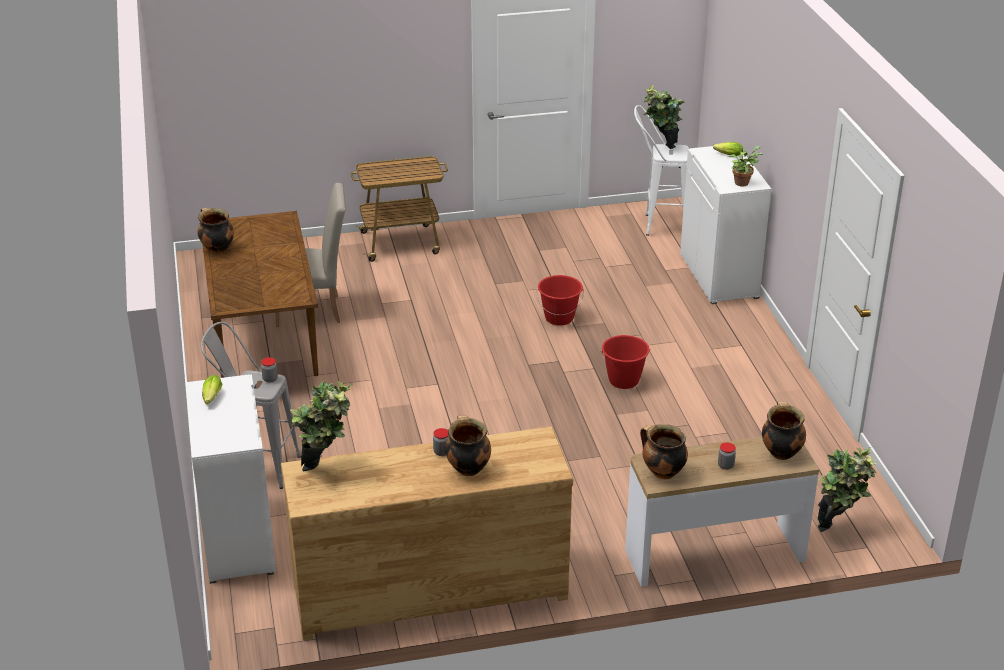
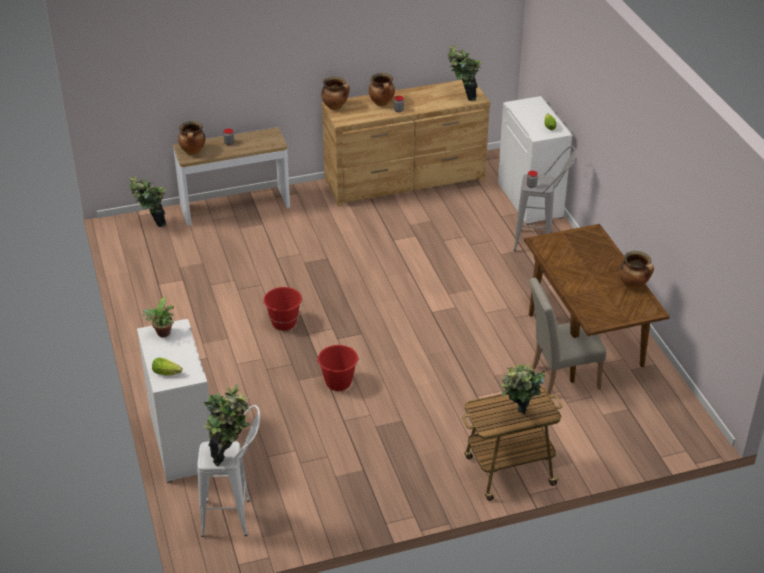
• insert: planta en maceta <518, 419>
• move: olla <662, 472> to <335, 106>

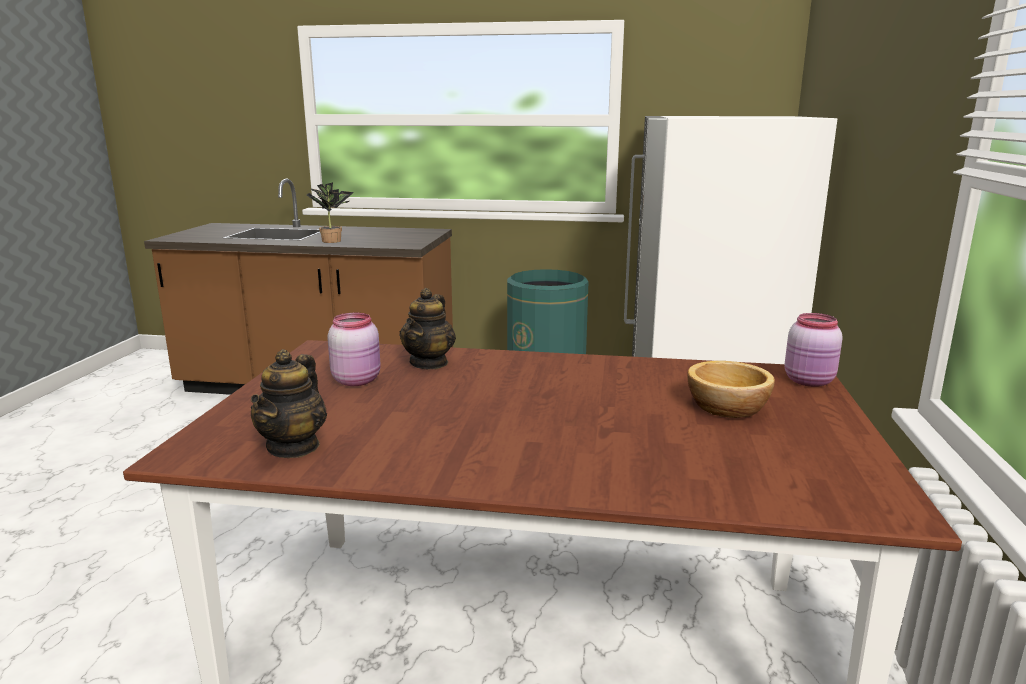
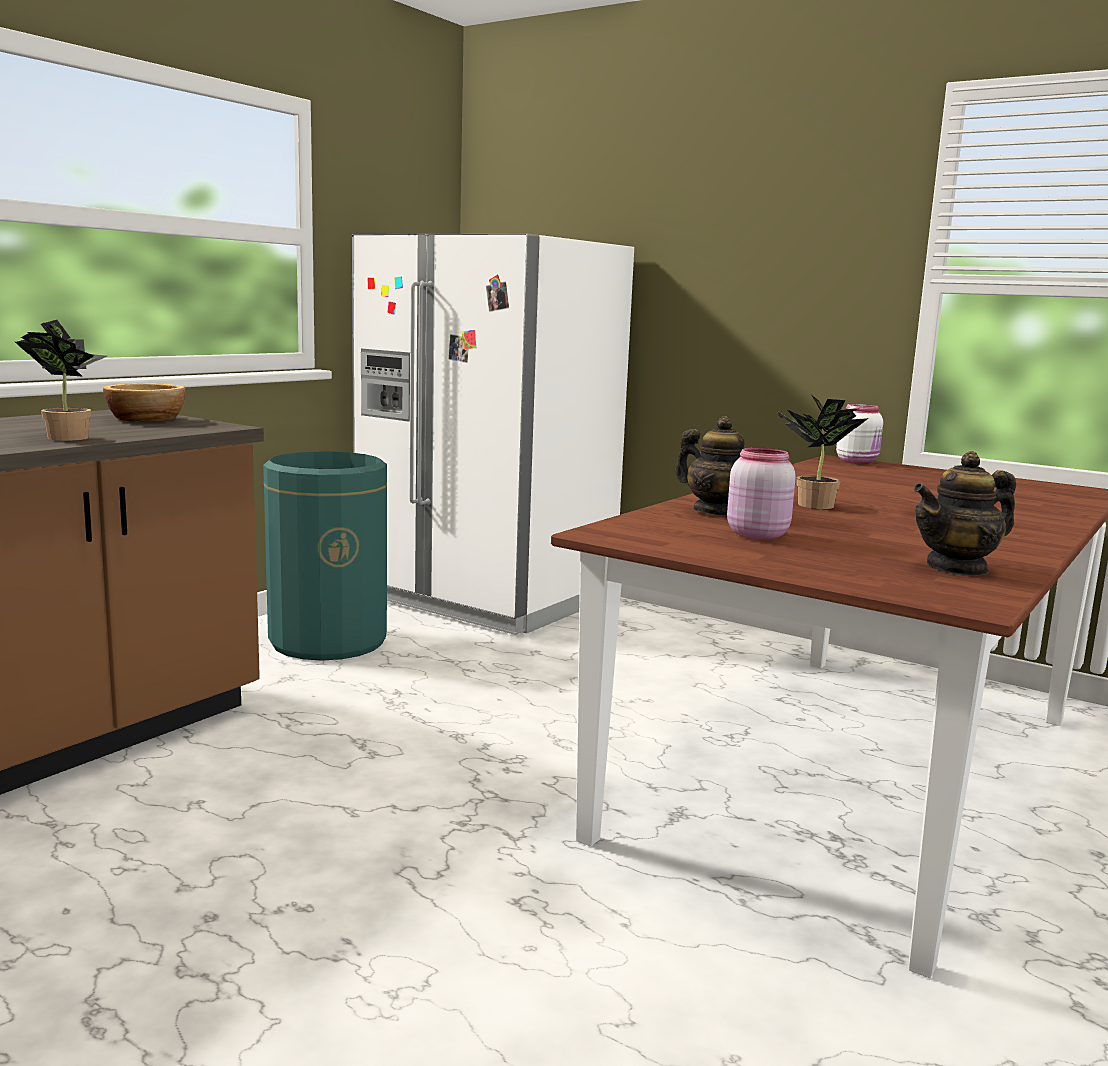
• insert: planta en maceta <810, 505>
• move: cuenco <729, 407> to <147, 419>
• recolor: tarro [rosa] <810, 381> to tarro [blanco] <858, 462>
• rotate: tetera <293, 446> = <957, 568> 120 degrees clockwise

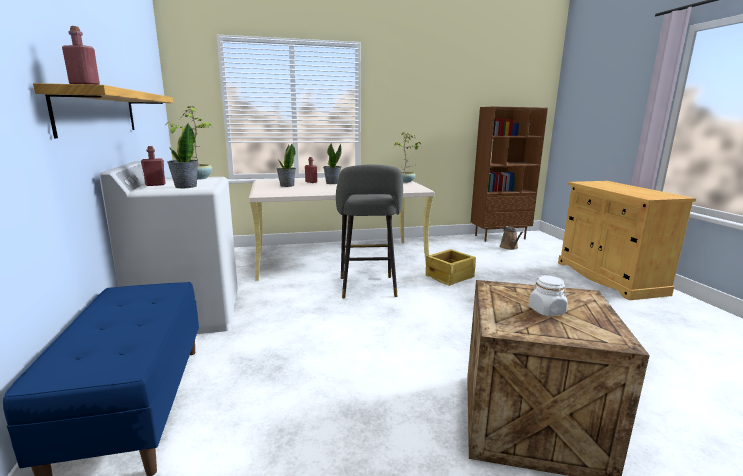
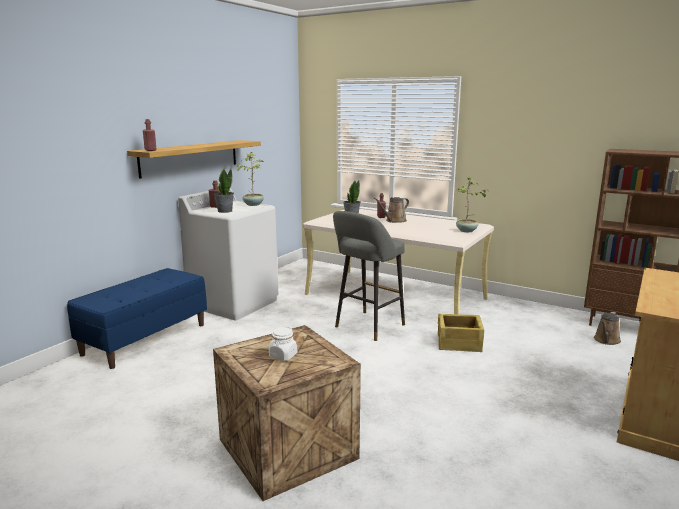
• replace: planta en maceta <332, 183> to regadera [marrón] <394, 221>

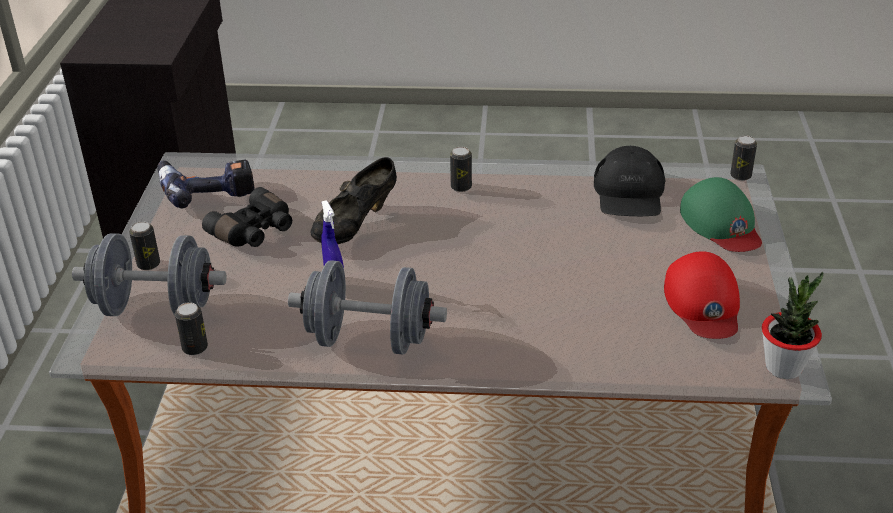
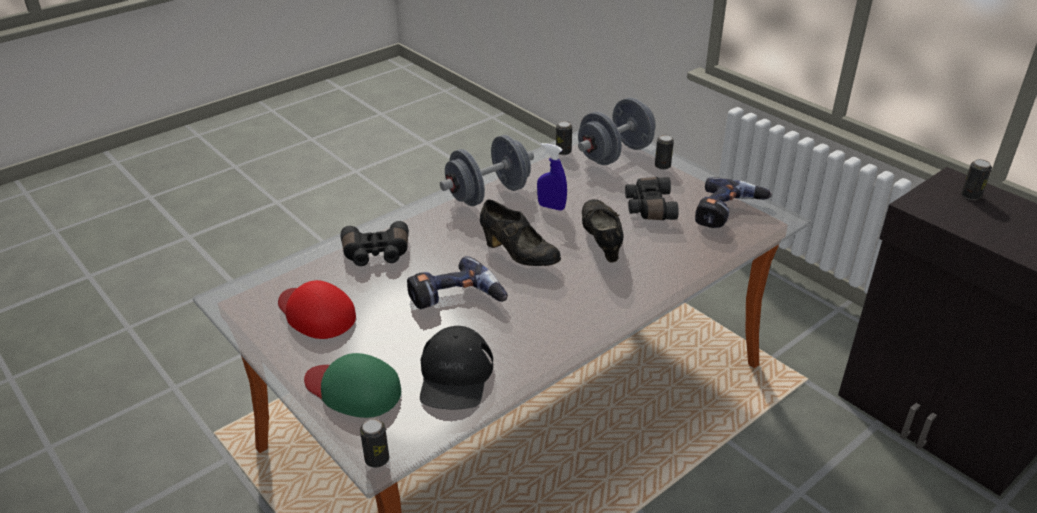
• delete: planta en maceta <784, 367>
• insert: prismáticos [negro] <376, 254>
• insert: taladro <457, 300>
• insert: zapato [negro] <519, 255>
• move: lata <461, 187> to <971, 196>
• rotate: gorra [negro] <629, 193> = <455, 376> 135 degrees counterclockwise

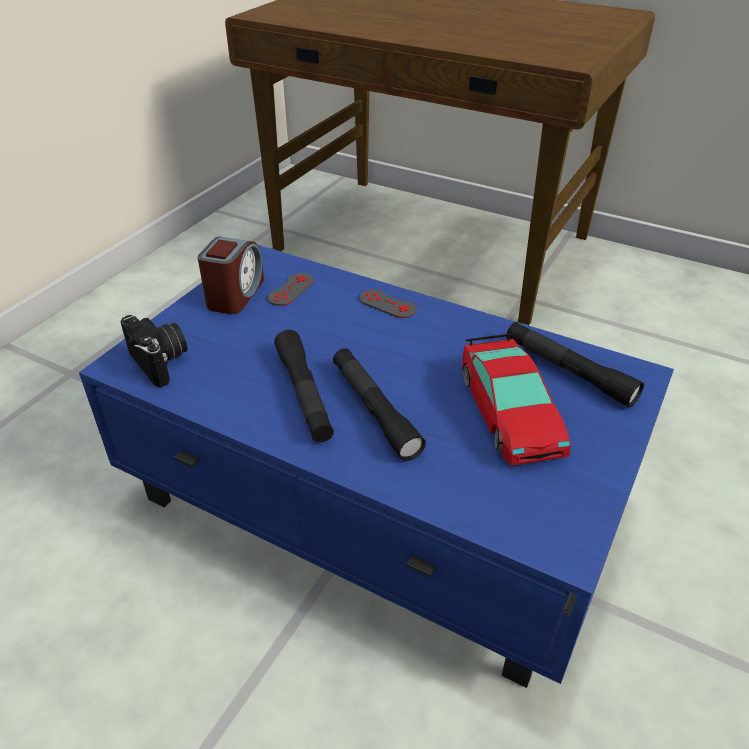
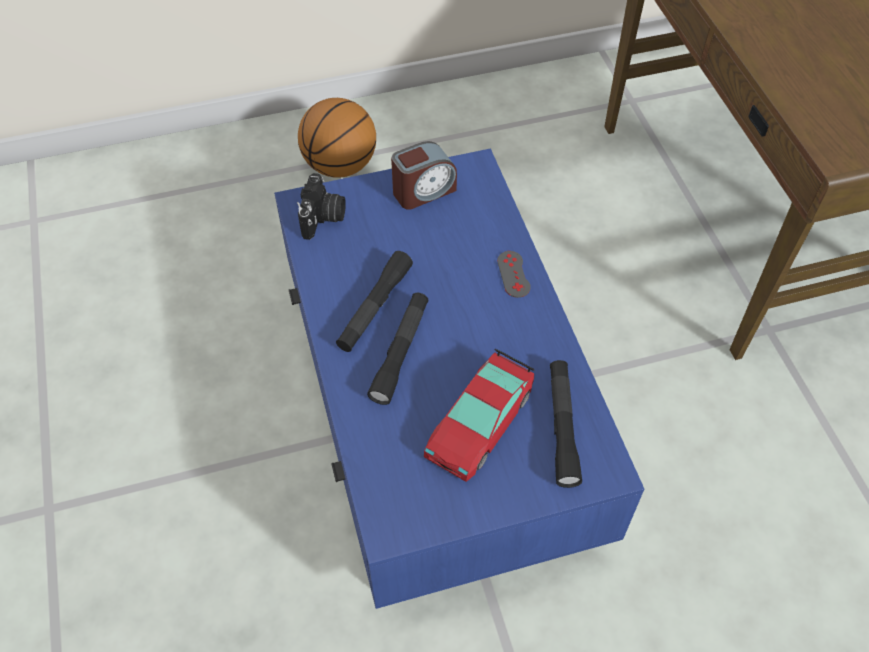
• delete: mando de consola [gris] <291, 289>
• insert: balón de baloncesto <340, 165>

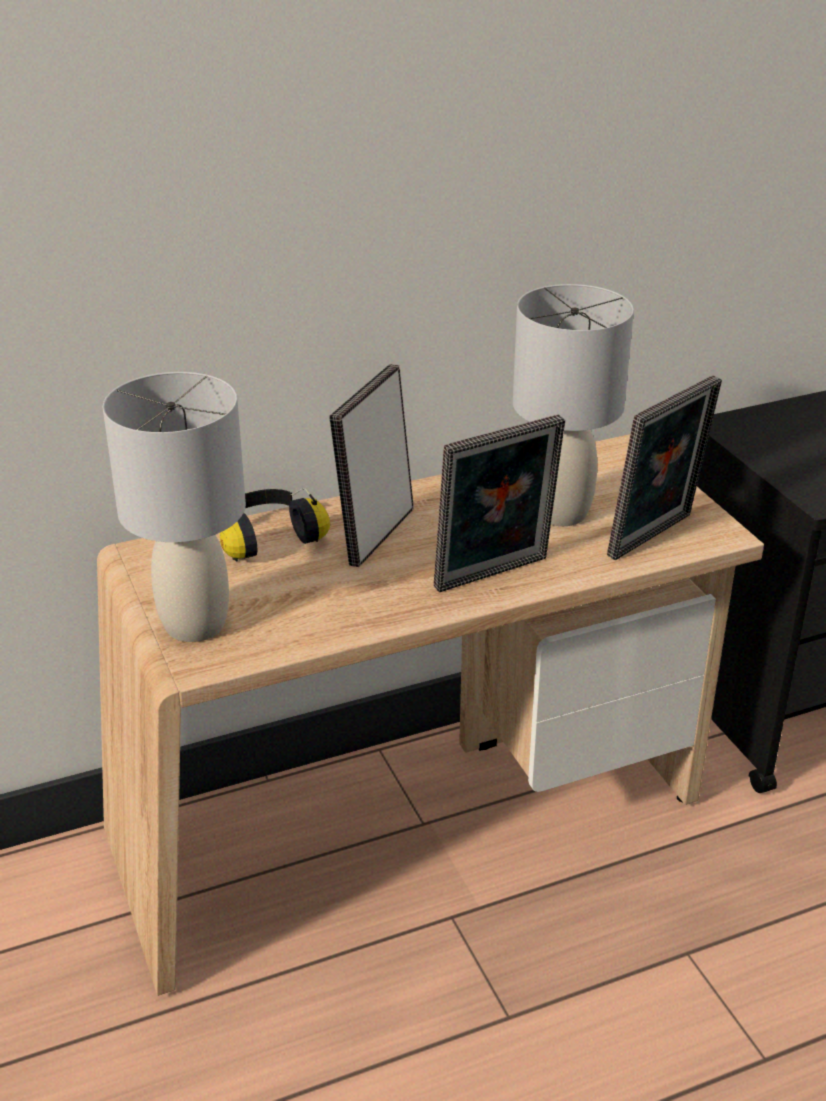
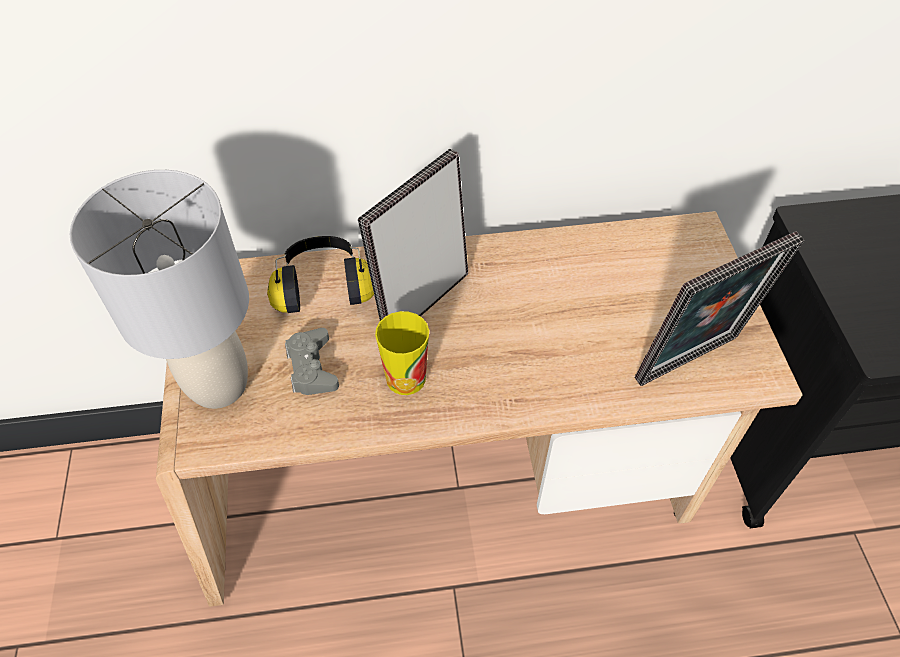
• delete: portarretratos <495, 576>
• delete: lámpara de mesa [gris] <560, 513>
• insert: mando de consola [gris] <312, 367>
• insert: taza <406, 378>

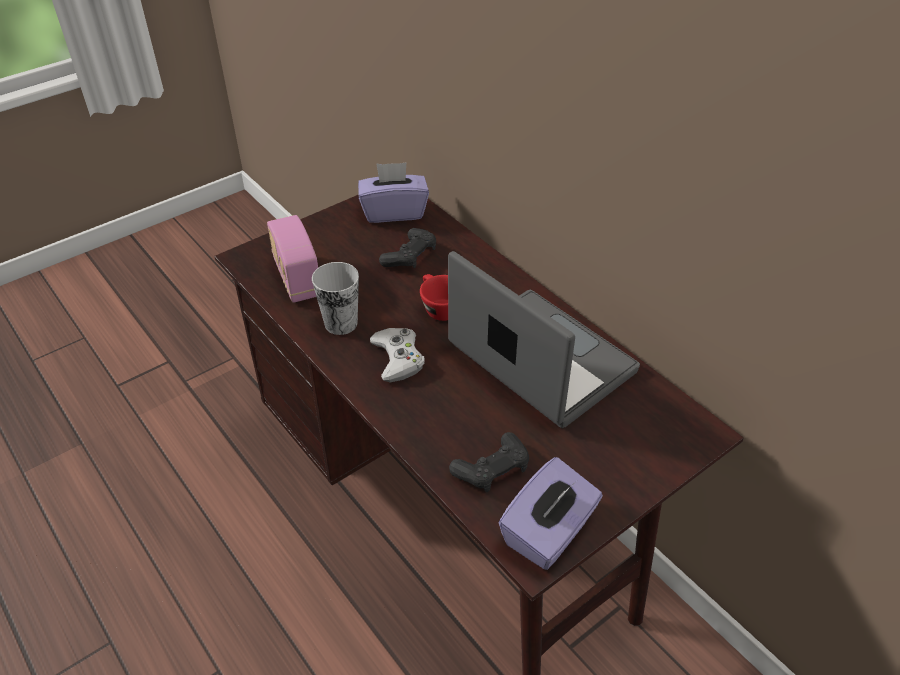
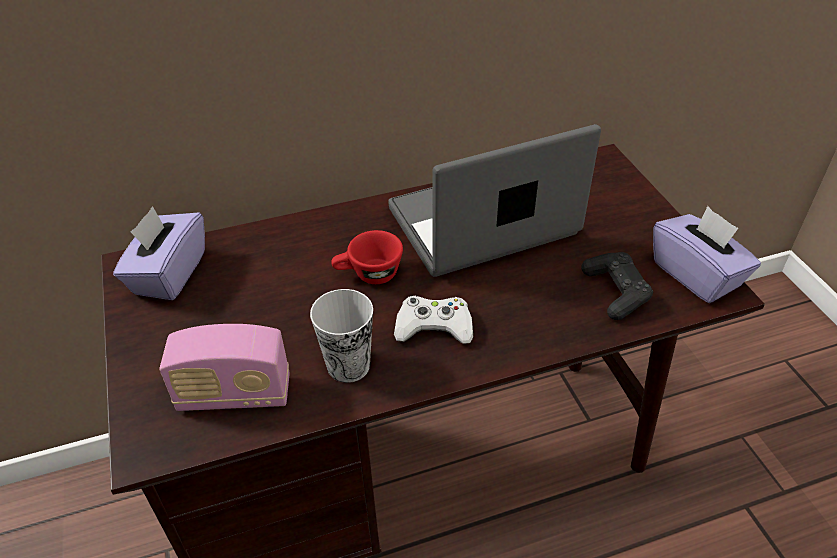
• delete: mando de consola [negro] <410, 256>

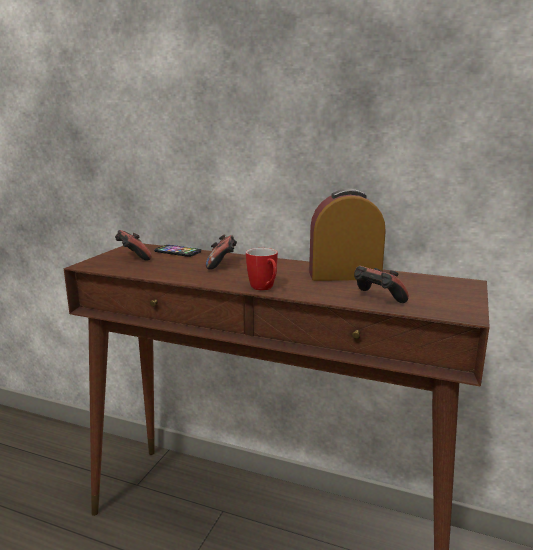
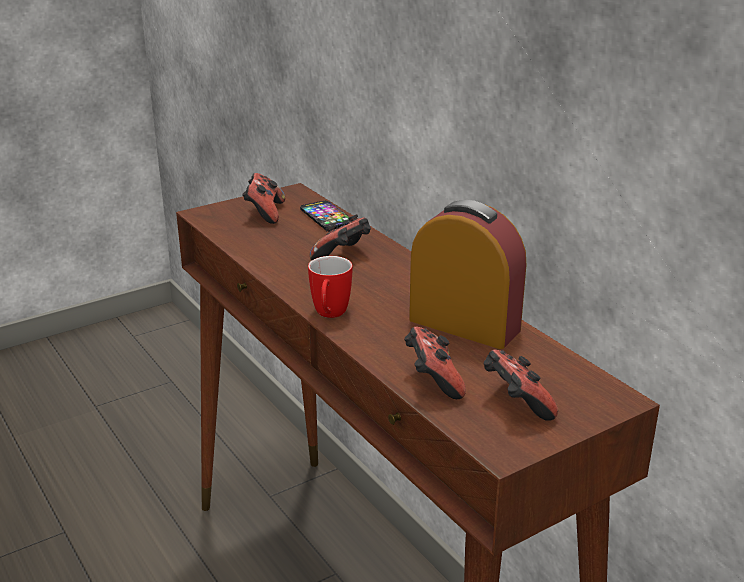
• insert: mando de consola <515, 404>

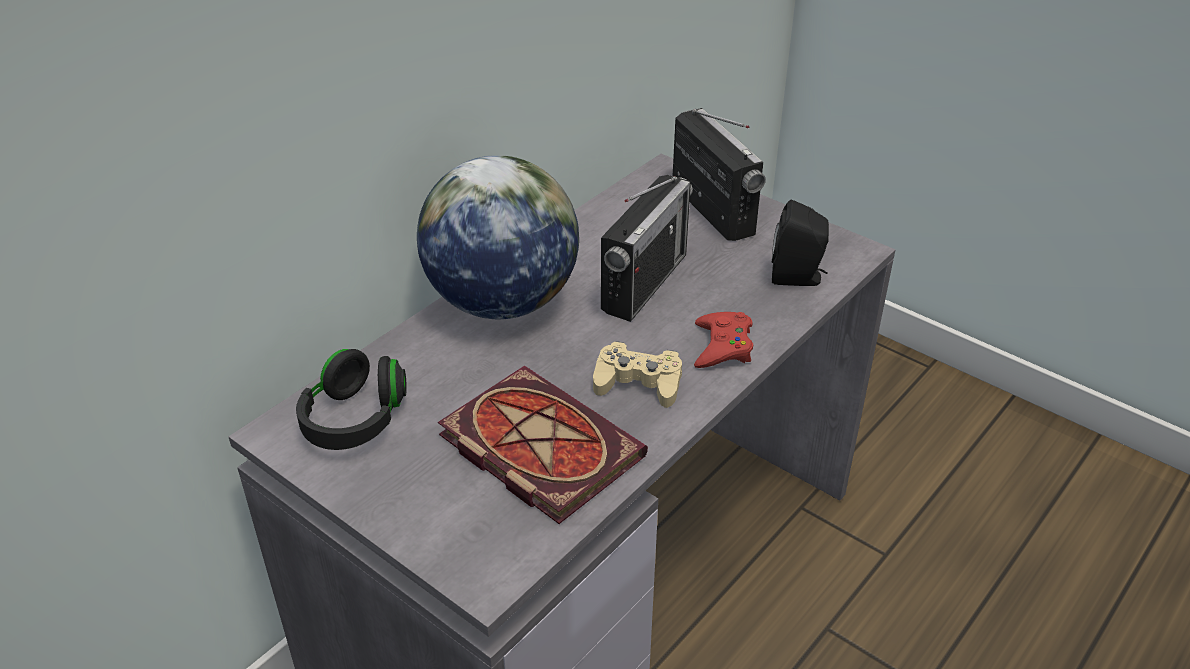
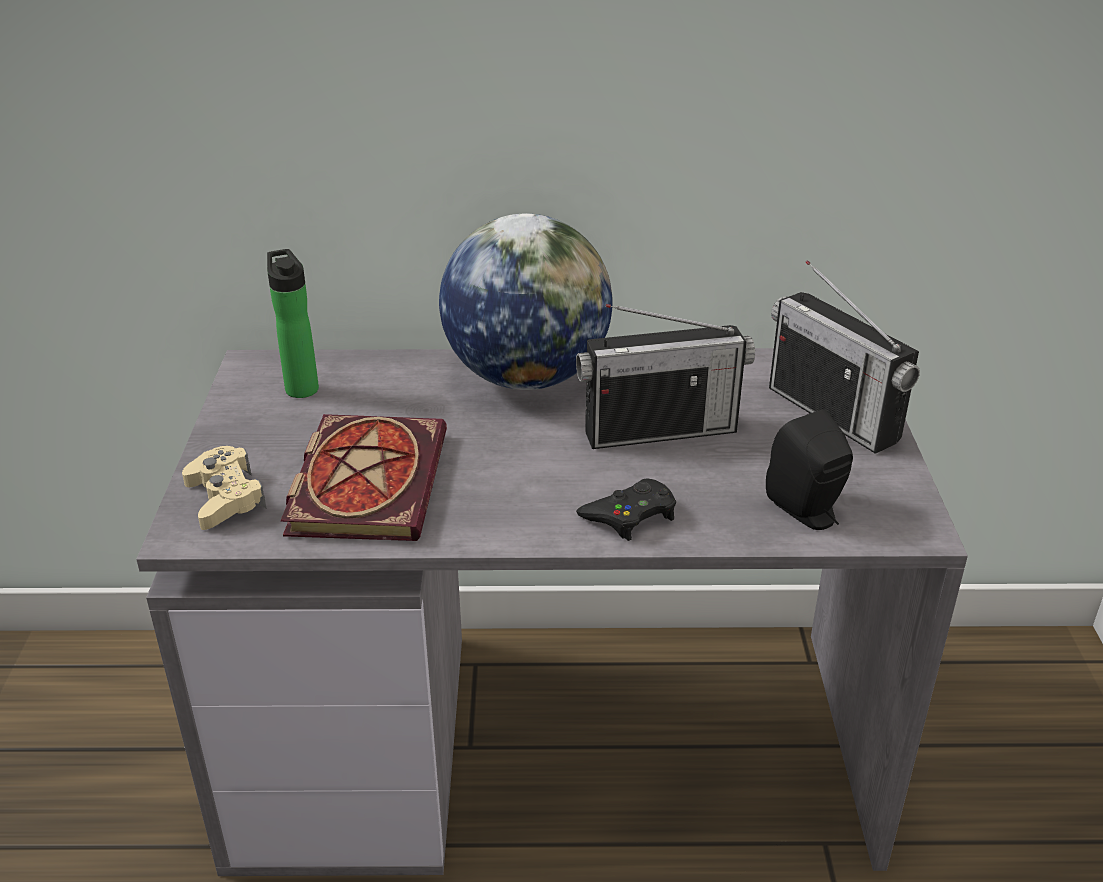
• move: mando de consola [beis] <638, 382> to <225, 498>
• replace: auriculares [negro] <354, 420> to botella <300, 387>
• recolor: mando de consola [rojo] <722, 346> to mando de consola [negro] <630, 515>
• rotate: radio <712, 209> = <833, 414> 120 degrees clockwise

